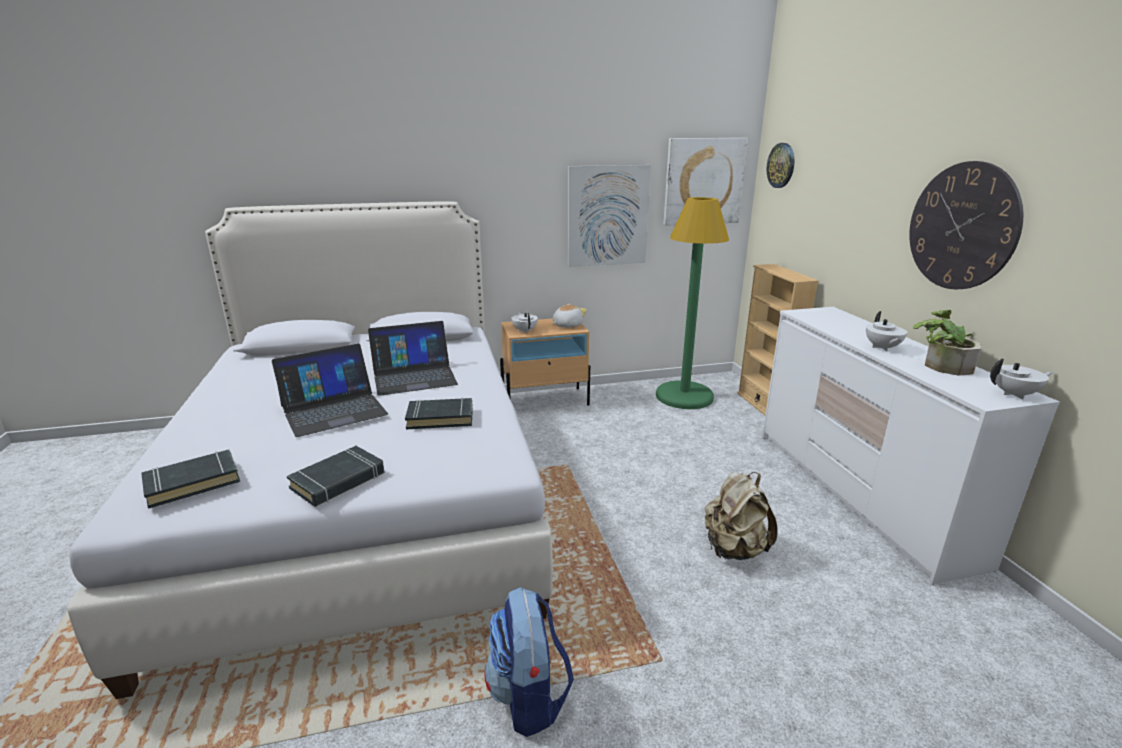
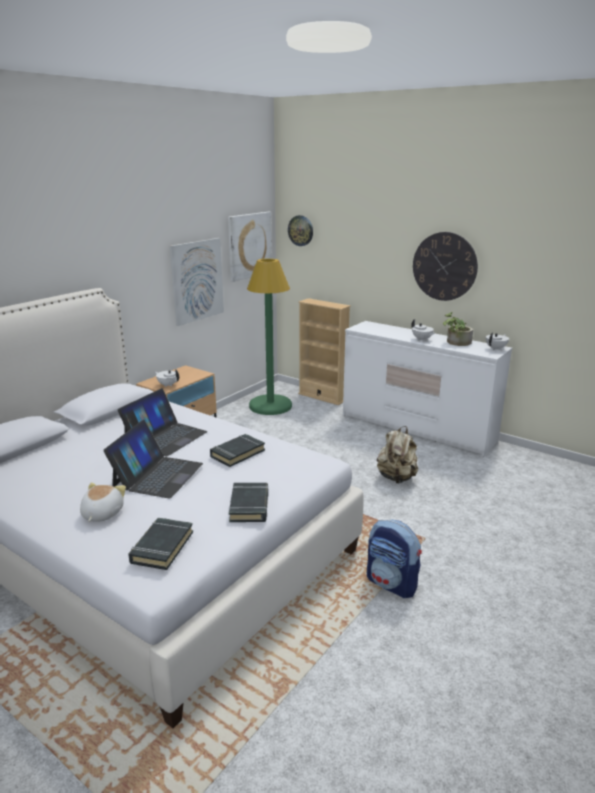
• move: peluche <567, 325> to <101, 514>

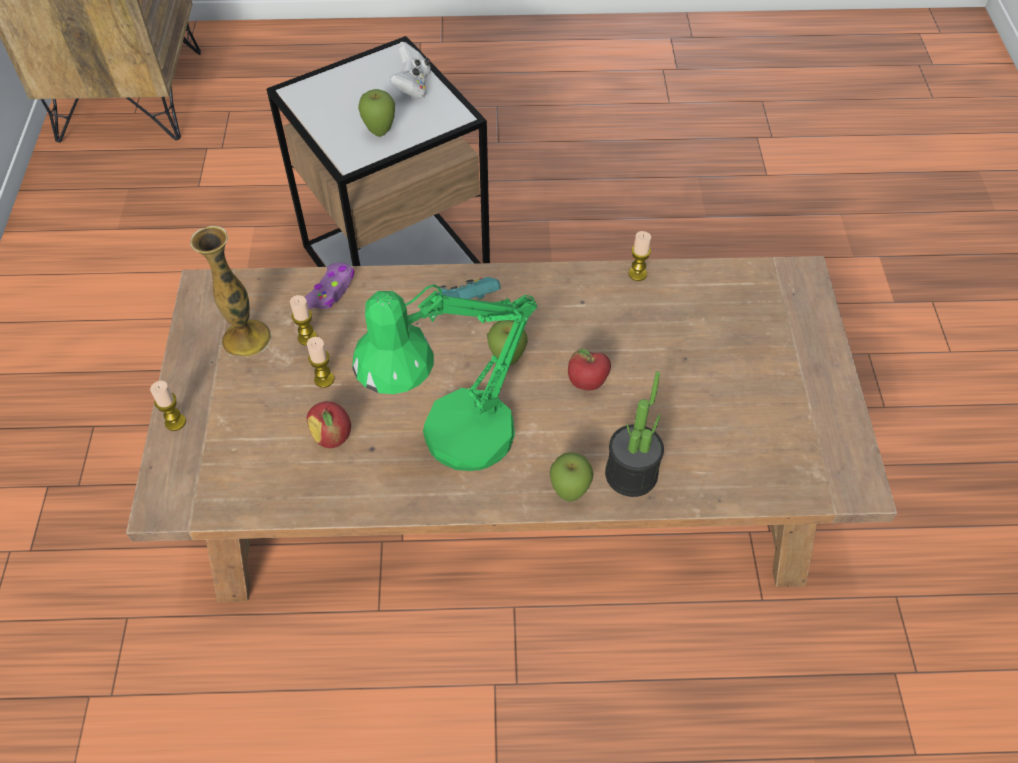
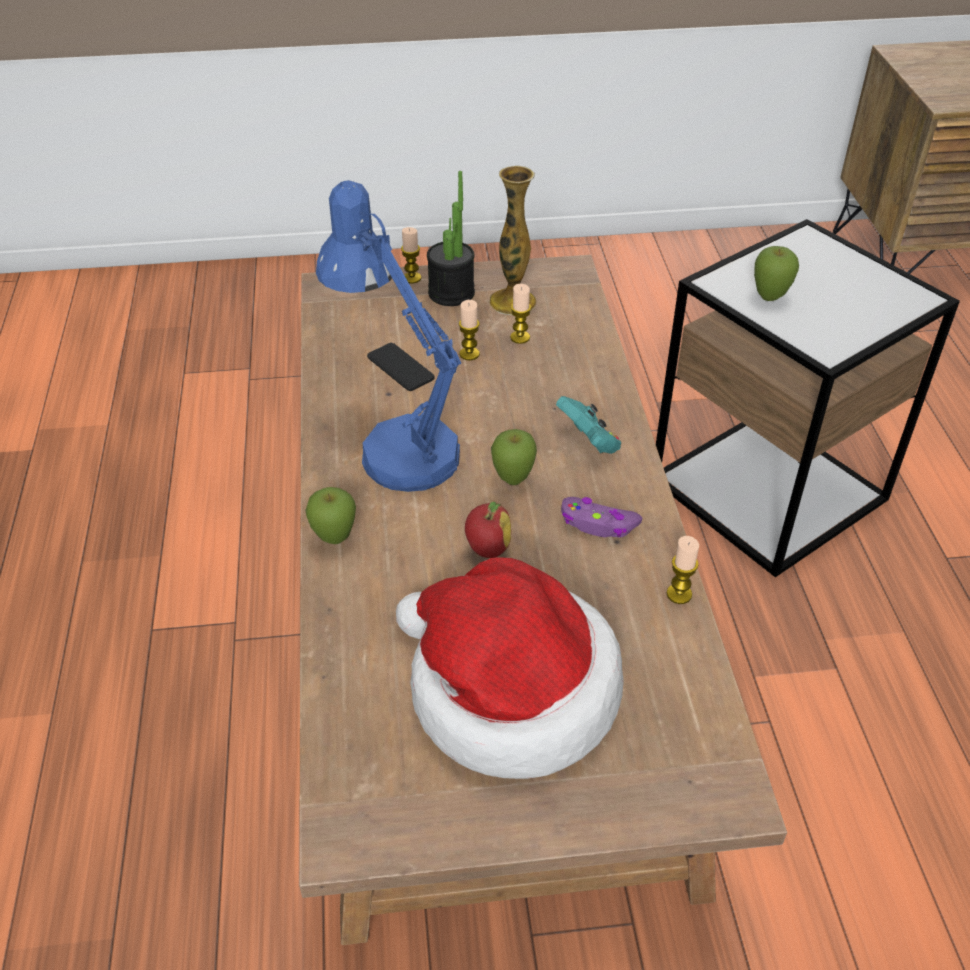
• delete: mando de consola [blanco] <412, 86>
• insert: sombrero <508, 691>
• move: mando de consola [morado] <330, 292> to <598, 524>
• move: planta en maceta <631, 474> to <451, 293>
• replace: manzana <333, 437> to móvil <400, 367>
• recolor: lámpara de mesa [verde] <451, 442> to lámpara de mesa [azul] <398, 446>

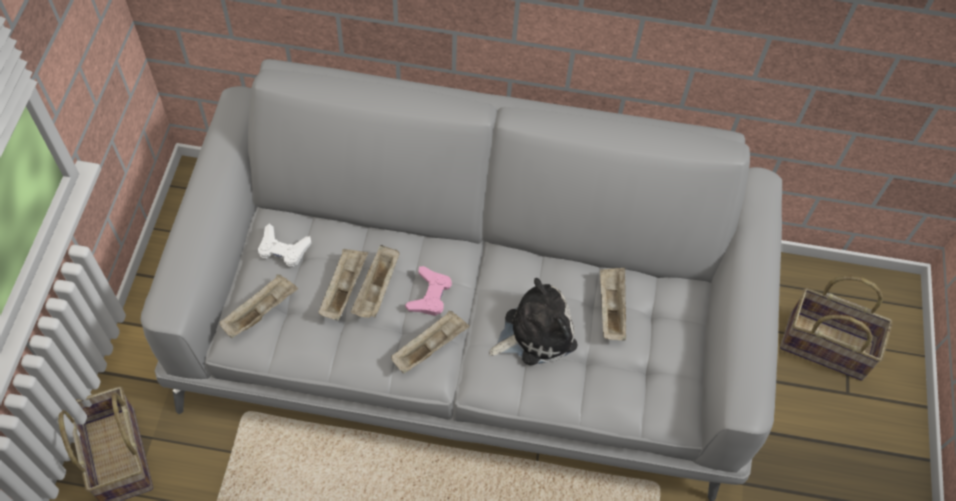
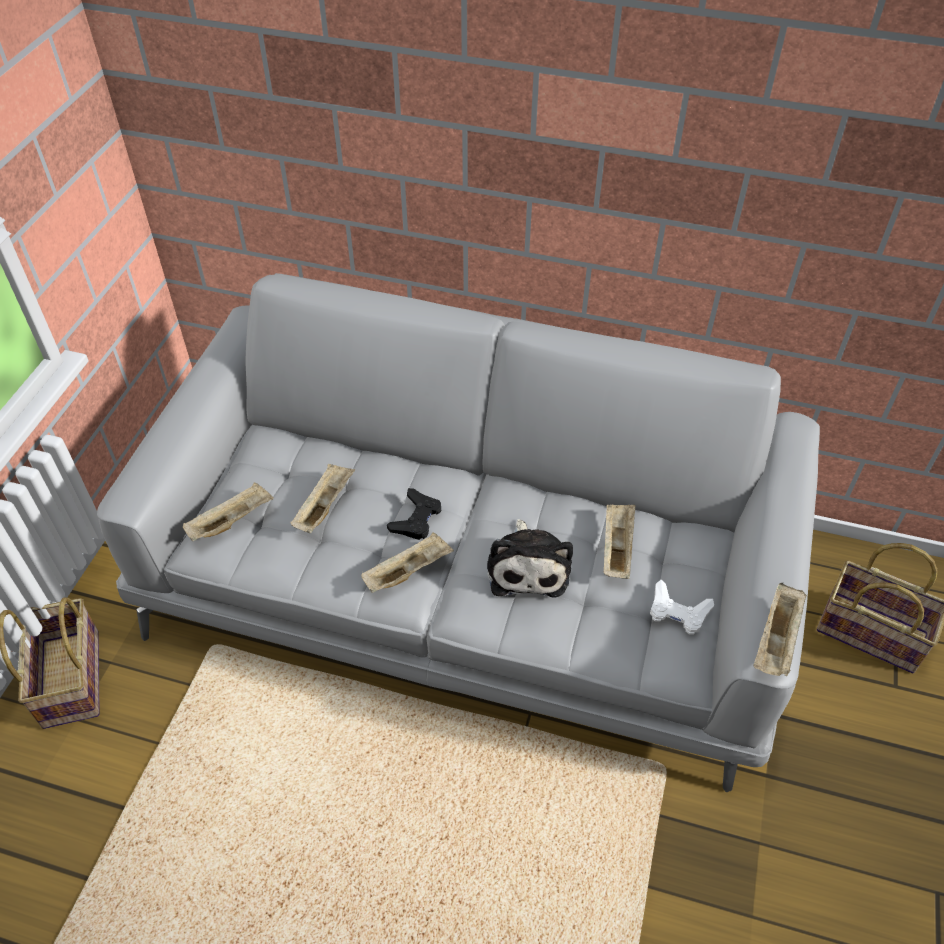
• move: mando de consola [blanco] <283, 249> to <678, 612>
• move: bandeja [beis] <377, 290> to <776, 641>
• recolor: mando de consola [rosa] <429, 295> to mando de consola [negro] <416, 519>
• rotate: peluche <535, 332> = <528, 566> 105 degrees clockwise

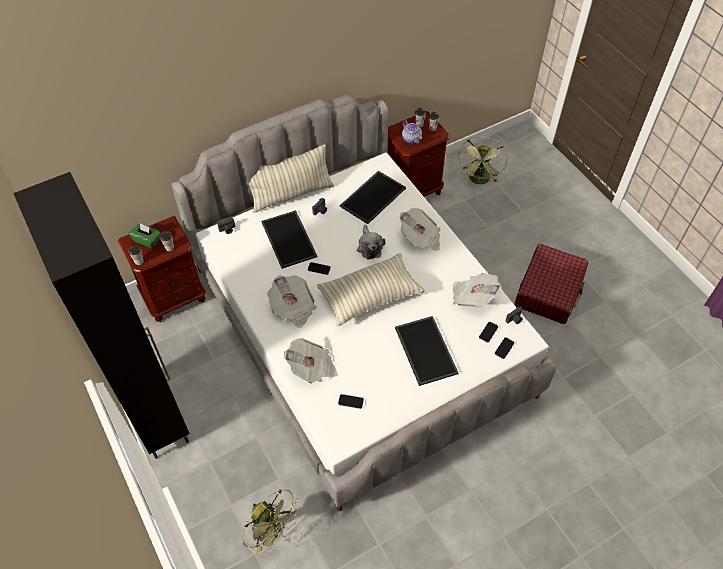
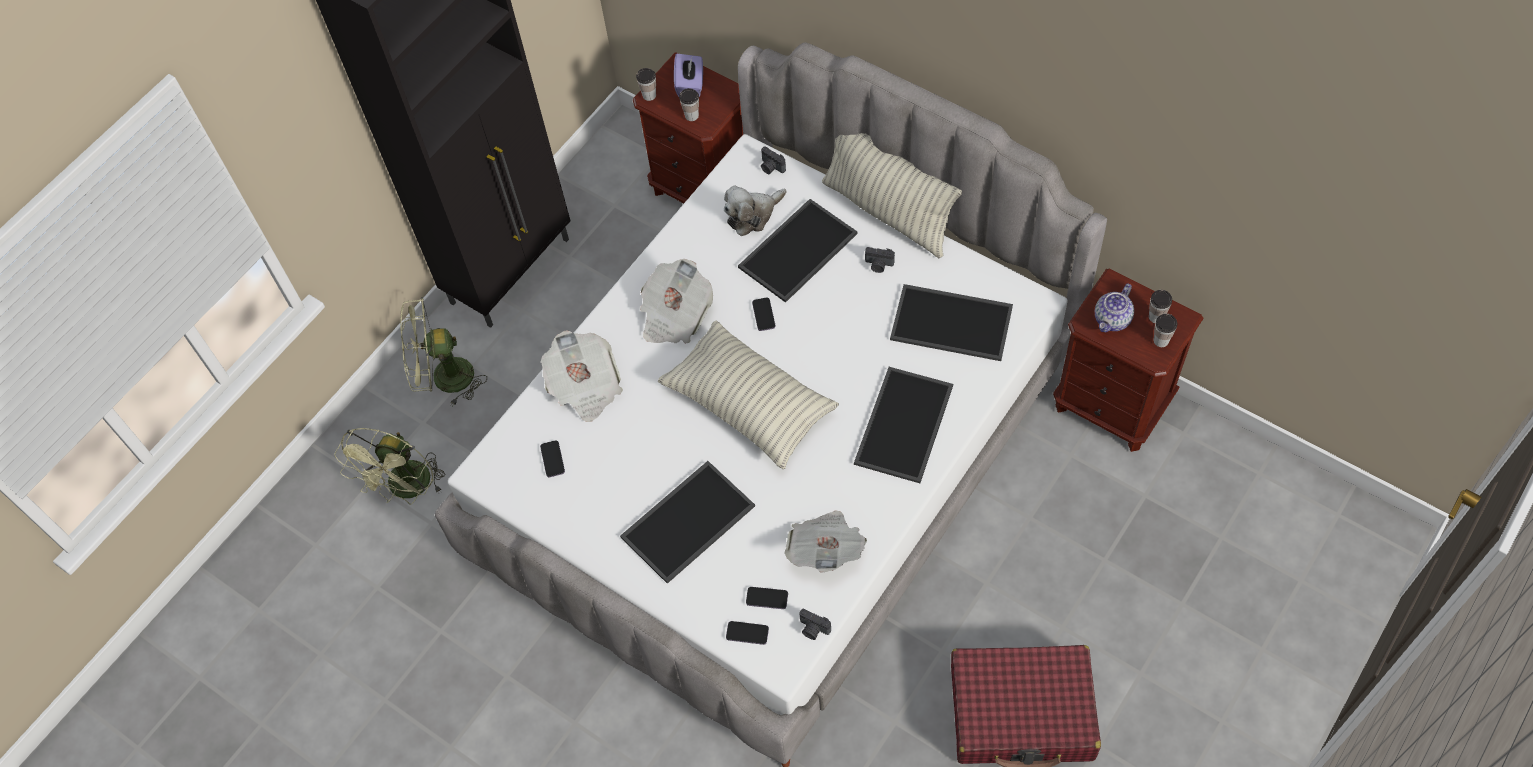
• move: peluche <369, 246> to <753, 215>
• move: ventilador [verde] <479, 180> to <444, 379>
• replace: periódico <420, 238> to bandeja <905, 426>
• recolor: caja de pañuelos [verde] <147, 240> to caja de pañuelos [morado] <690, 85>

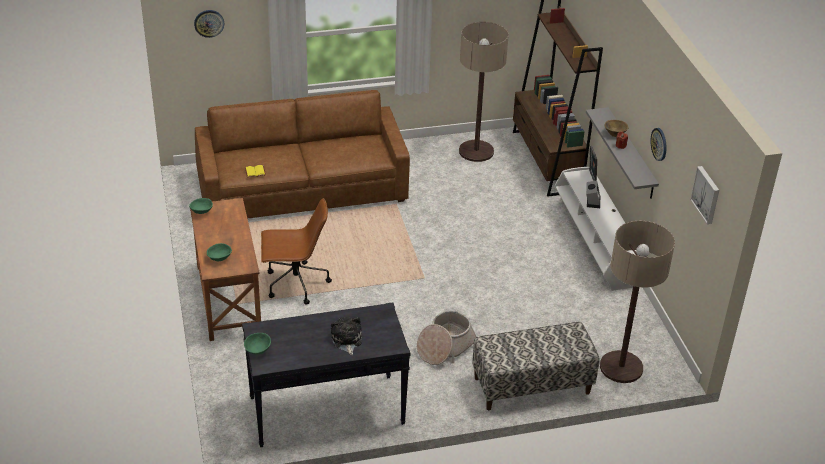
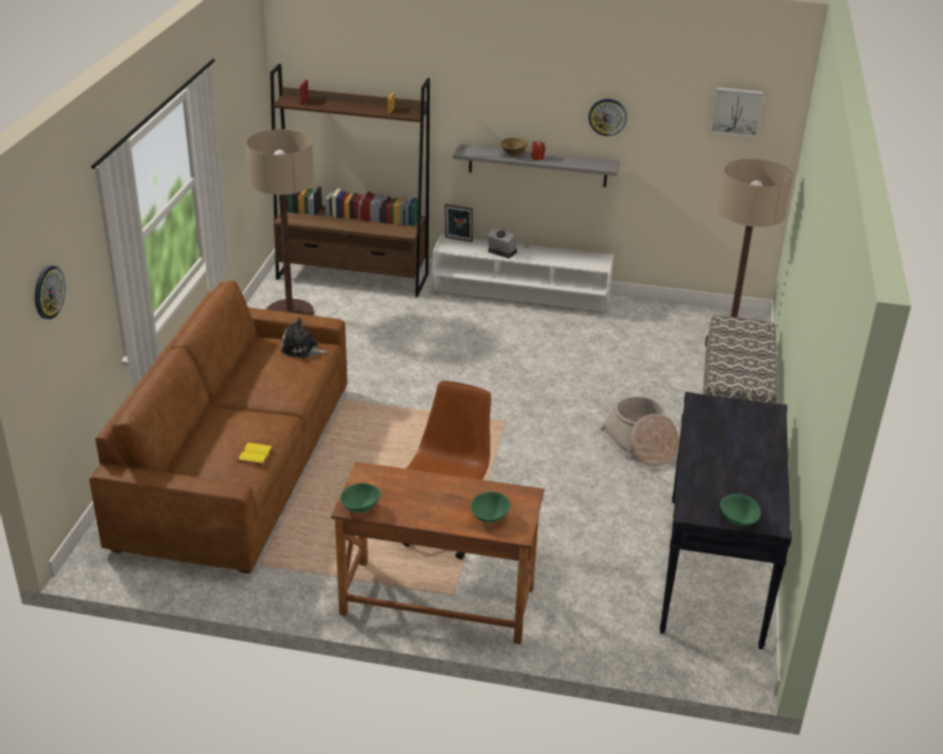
• move: peluche <346, 340> to <301, 349>

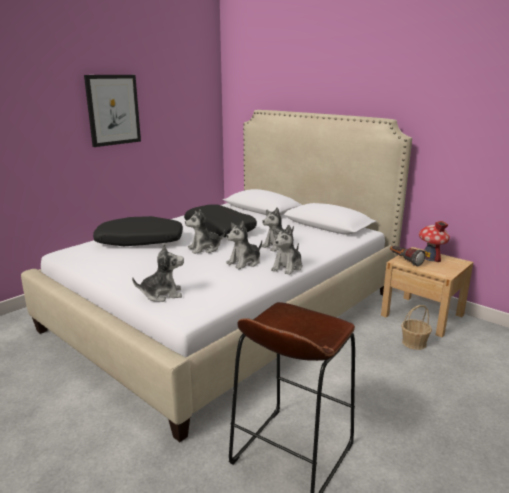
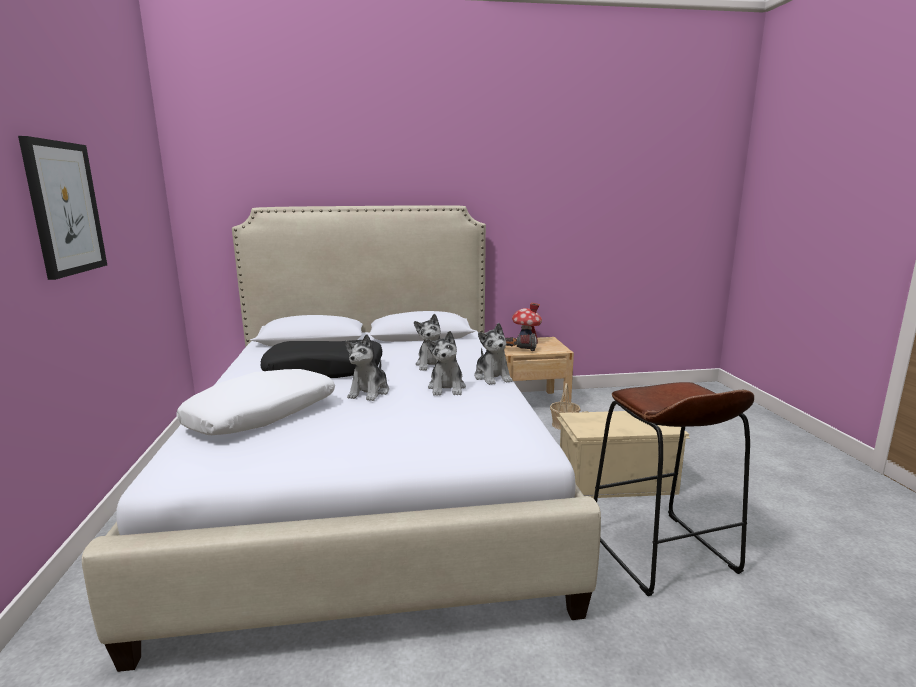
• delete: peluche <162, 294>
• insert: caja de almacenaje [beis] <614, 479>
• recolor: cojín [negro] <139, 242> to cojín [blanco] <262, 416>

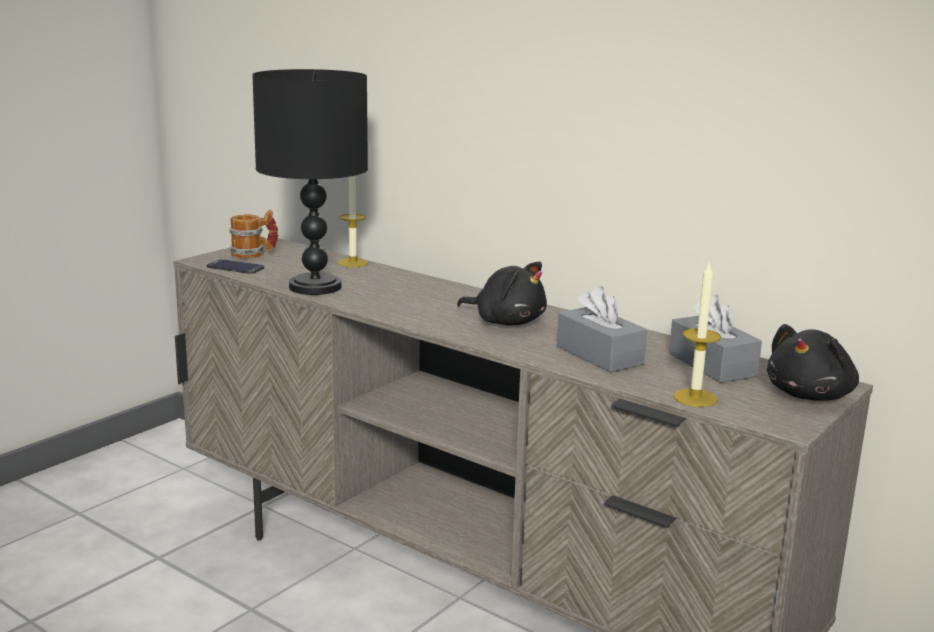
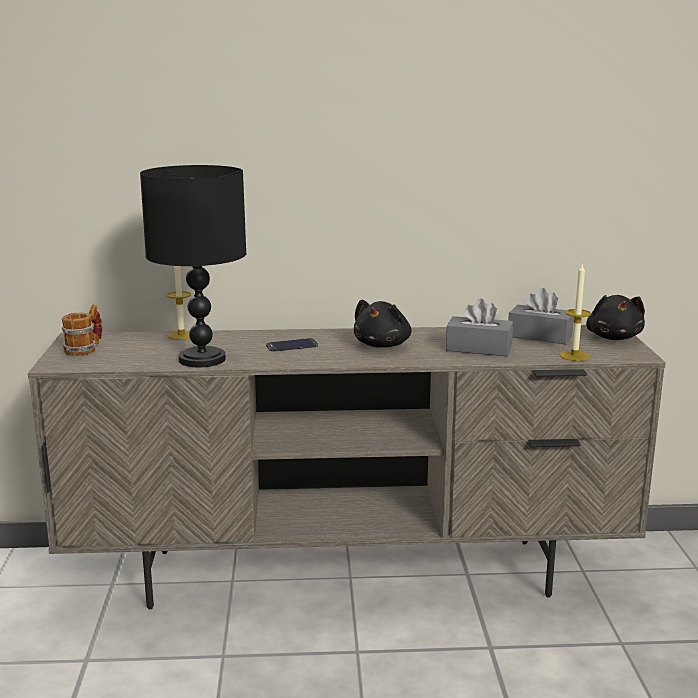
• move: móvil <235, 267> to <292, 345>
• rotate: peluche [negro] <506, 322> = <383, 345> 120 degrees clockwise

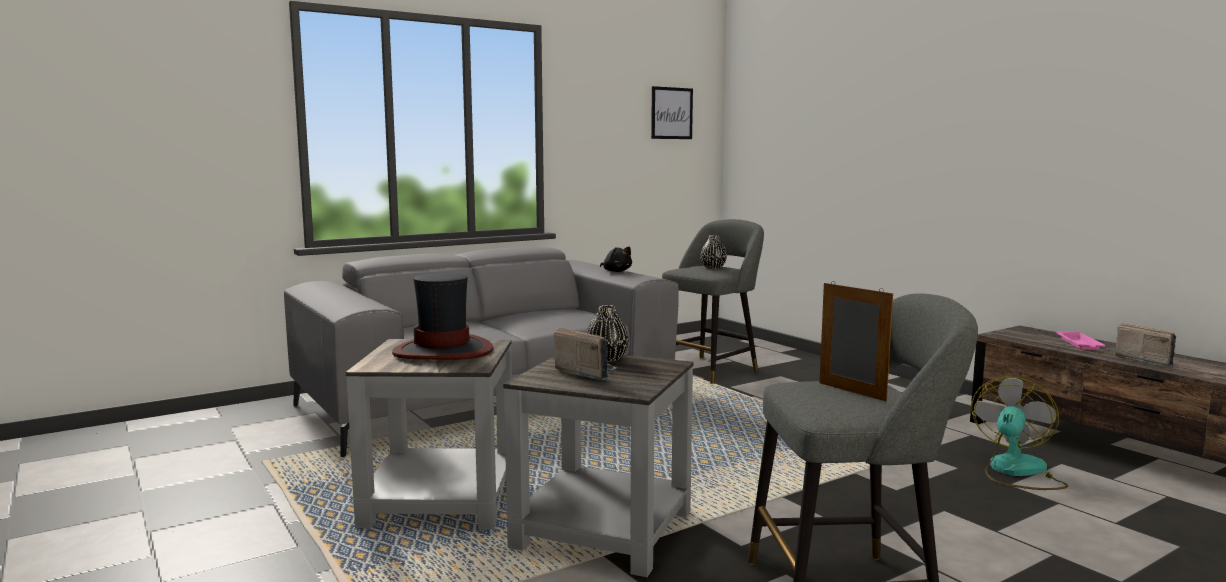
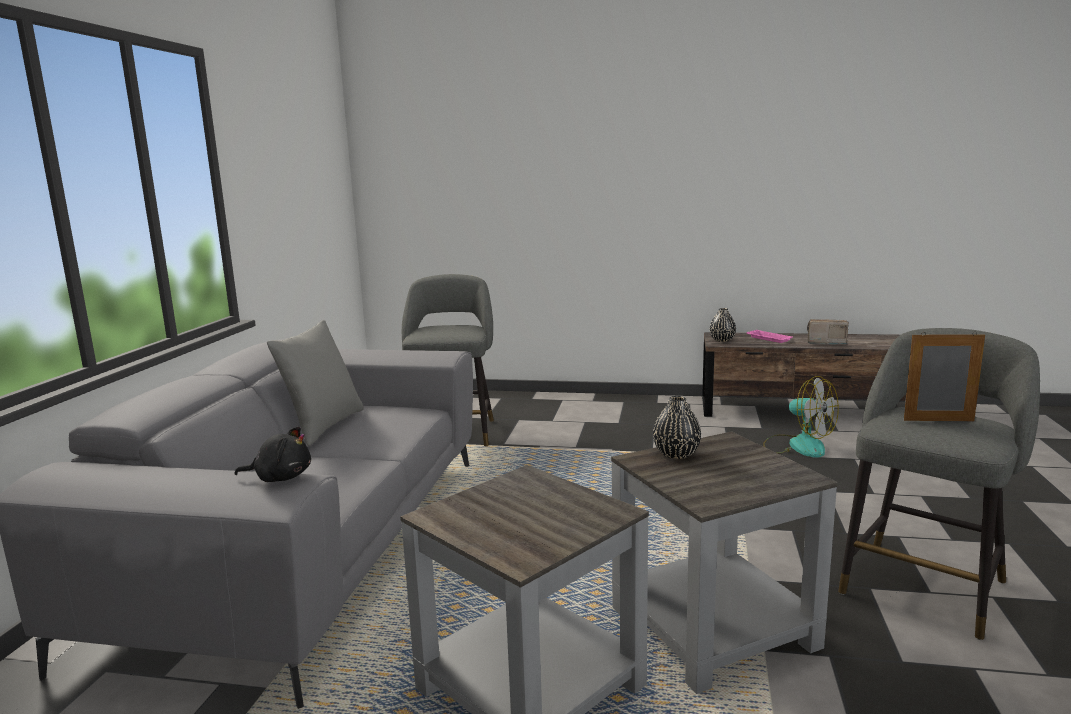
• delete: sombrero <444, 351>
• delete: radio <586, 372>
• delete: cuadro <671, 113>
• insert: cojín [gris] <323, 426>
• move: peluche [negro] <616, 271> to <280, 477>
• move: florero [negro] <713, 267> to <722, 340>
• rotate: ventilador <1016, 472> = <797, 445> 150 degrees clockwise

